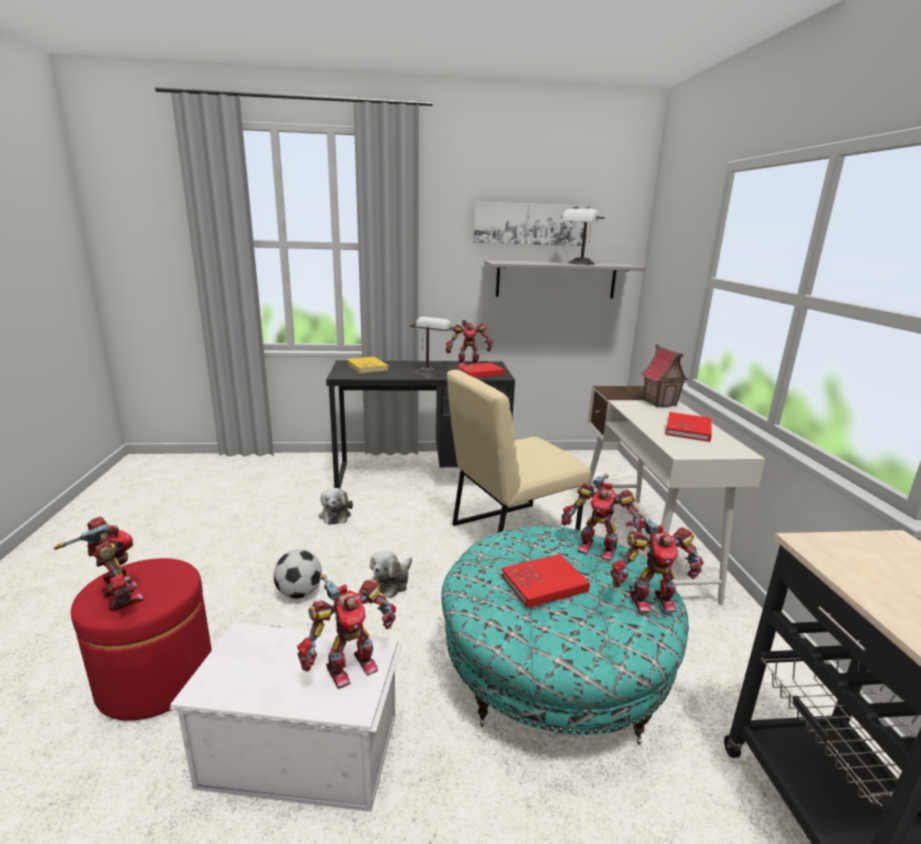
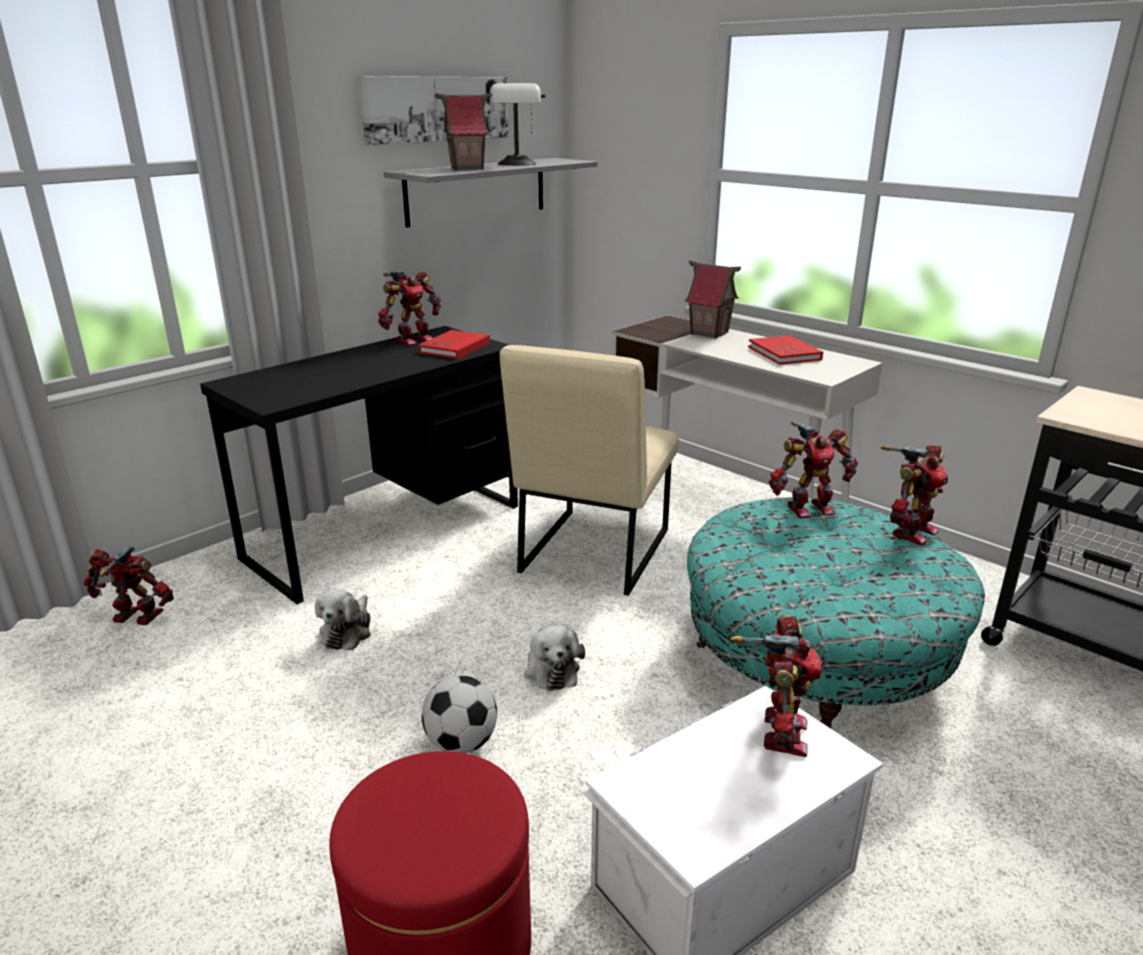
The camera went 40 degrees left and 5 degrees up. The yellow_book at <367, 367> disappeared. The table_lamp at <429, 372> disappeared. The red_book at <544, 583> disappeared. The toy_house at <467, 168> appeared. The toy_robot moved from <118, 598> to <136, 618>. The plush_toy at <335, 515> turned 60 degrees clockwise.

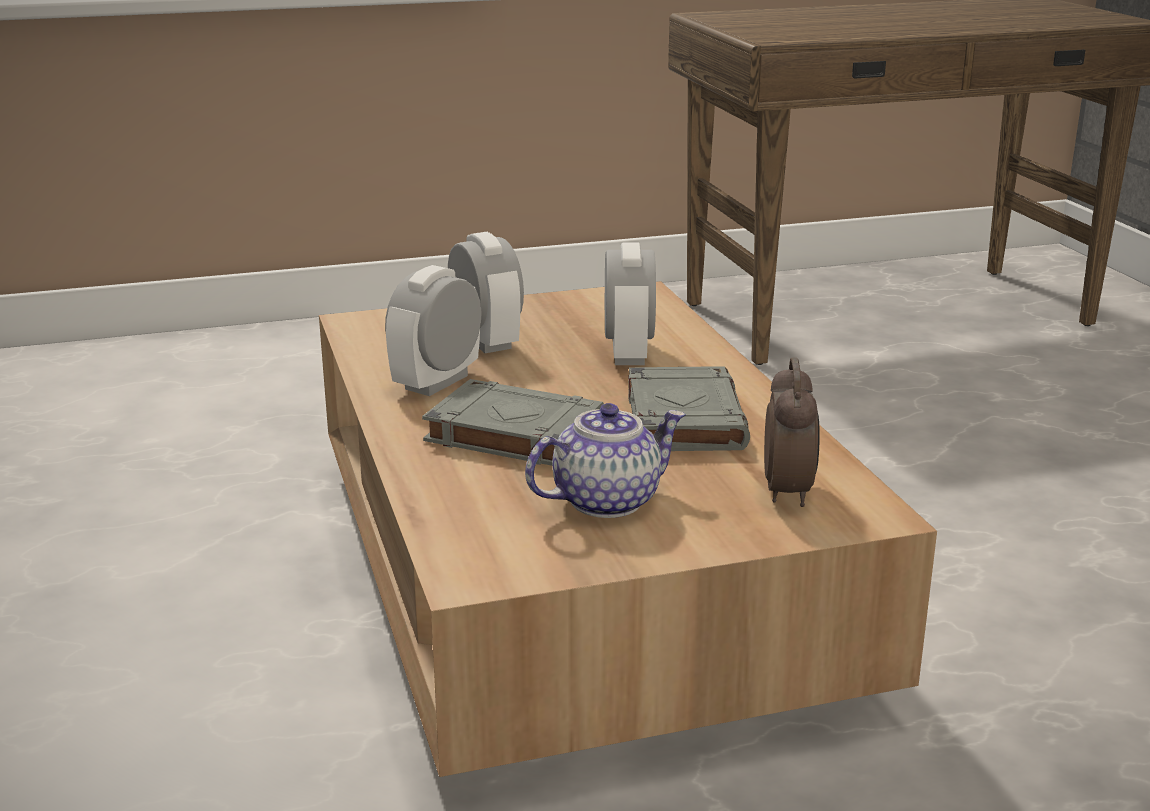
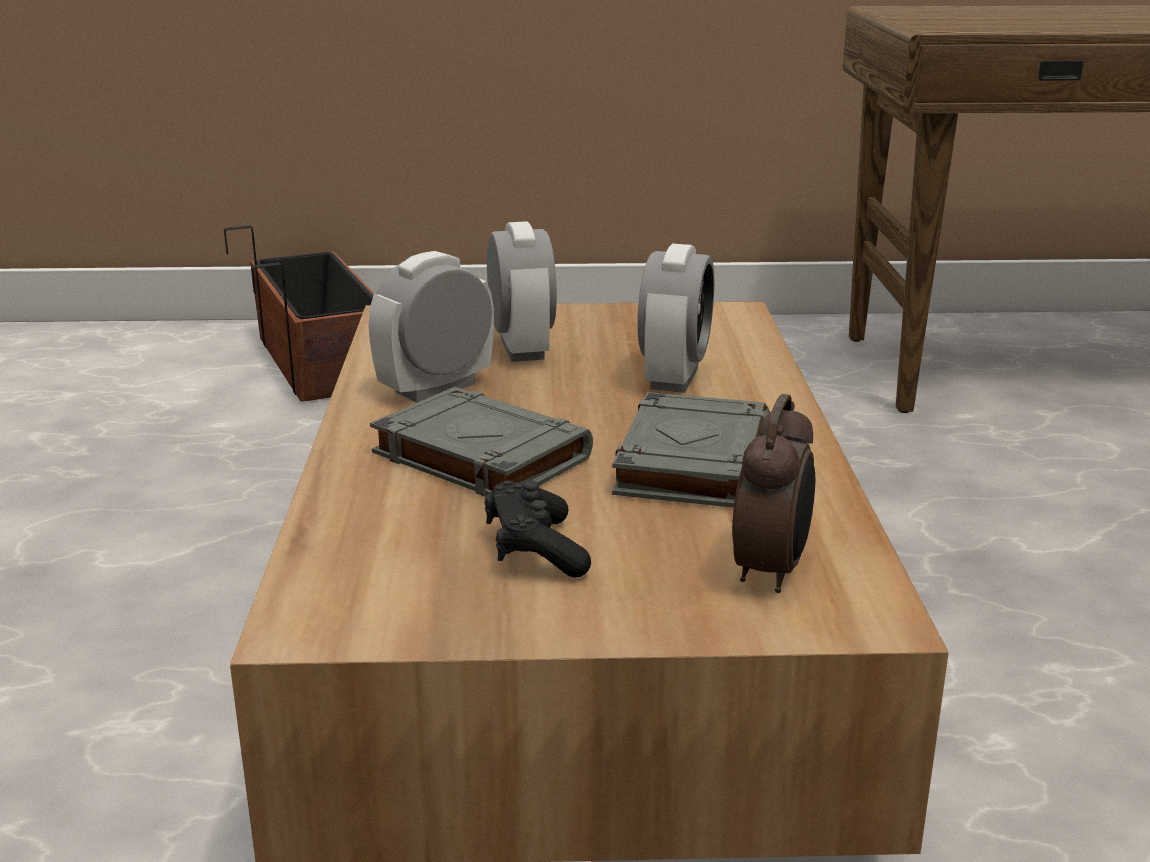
The camera went 15 degrees right and 0 degrees up. The planter at <319, 363> appeared. The teapot at <606, 500> was replaced by the black_game_controller at <535, 550>.

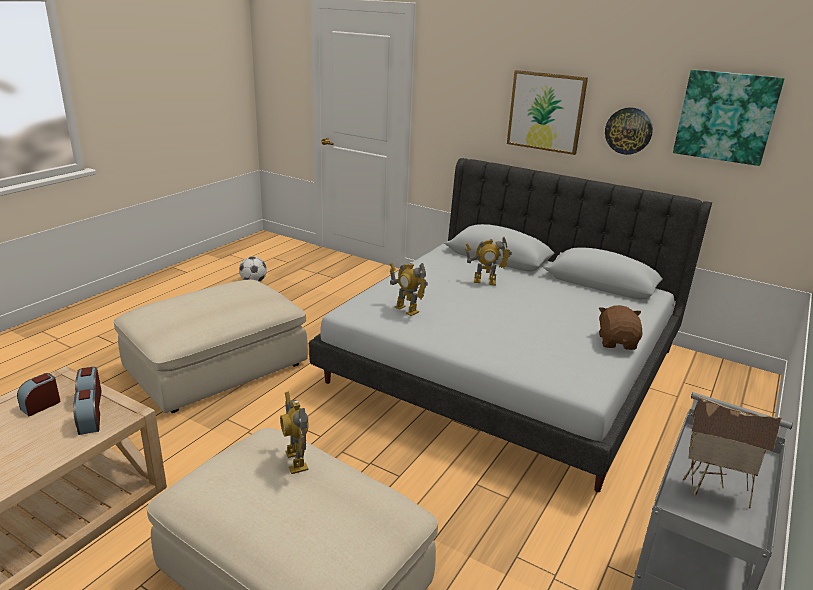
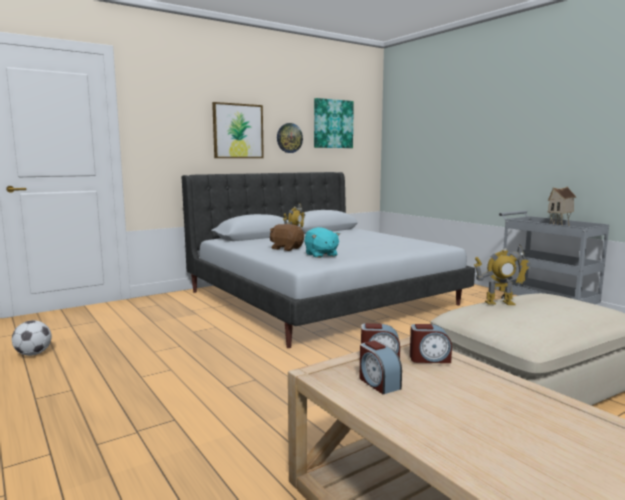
The camera went 65 degrees left and 15 degrees down. The beige_ottoman at <217, 366> disappeared. The brown_plush_toy moved from <617, 342> to <286, 248>. The toy_robot at <406, 310> was replaced by the turquoise_plush_toy at <321, 255>.

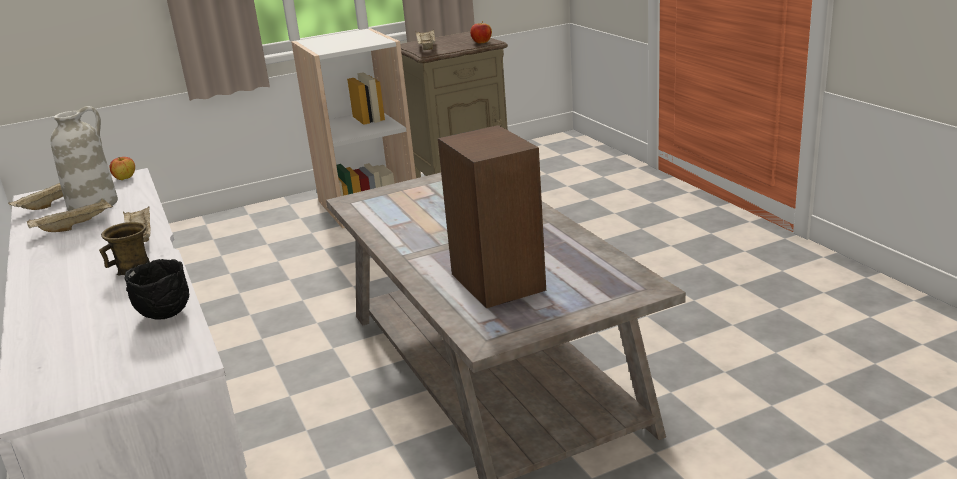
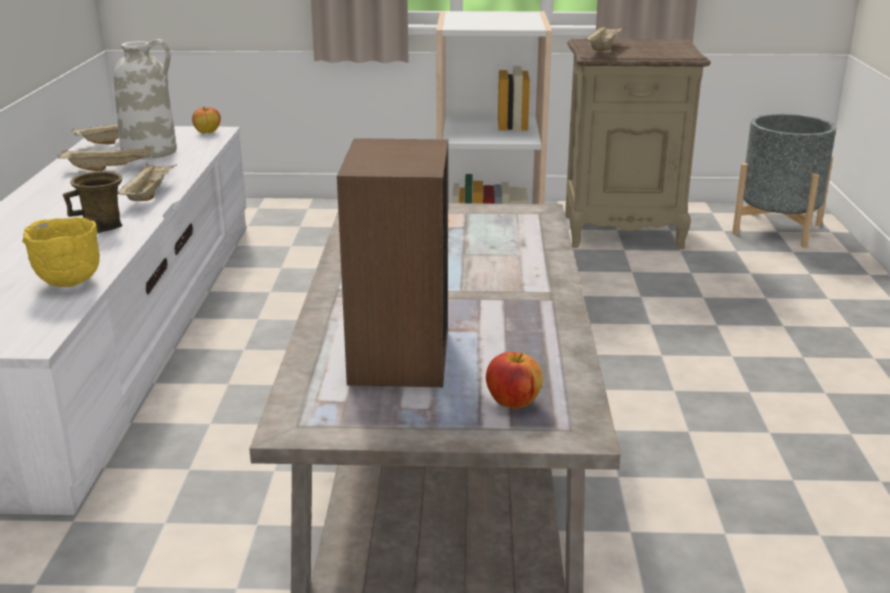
The camera went 25 degrees right and 0 degrees up. The grey_planter at <777, 229> appeared. The apple moved from <481, 42> to <513, 402>. The black_bowl at <164, 316> became the yellow_bowl at <68, 283>.

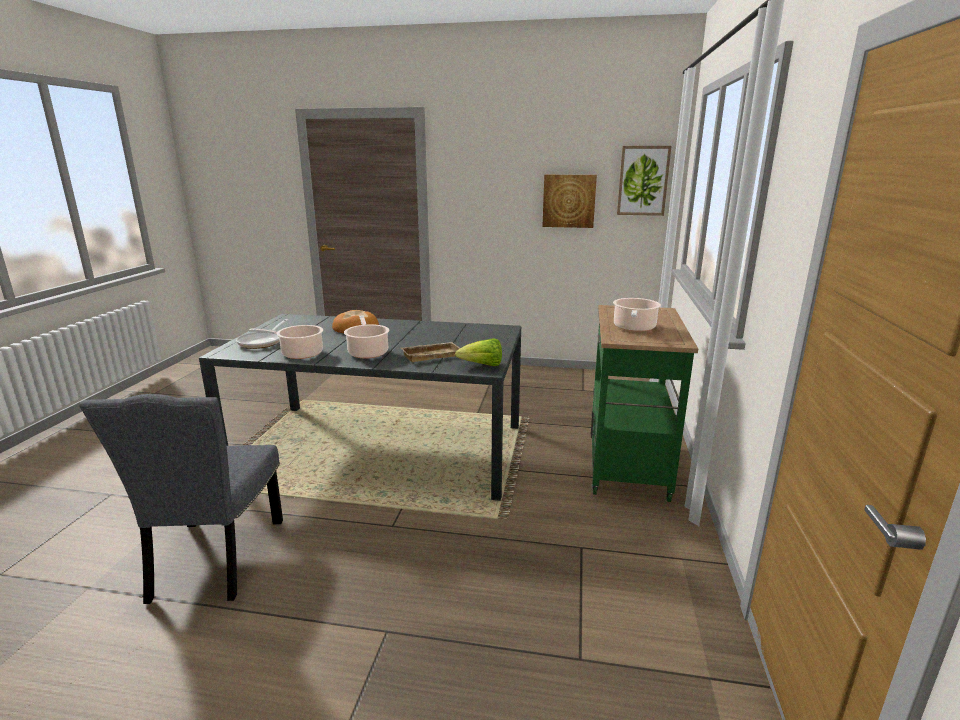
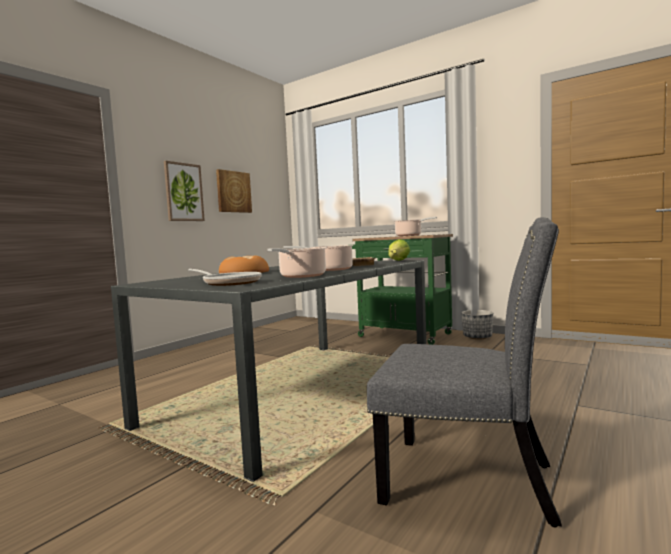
The camera went 65 degrees left and 15 degrees down. The planter at <477, 337> appeared. The picture moved from <643, 181> to <183, 192>.

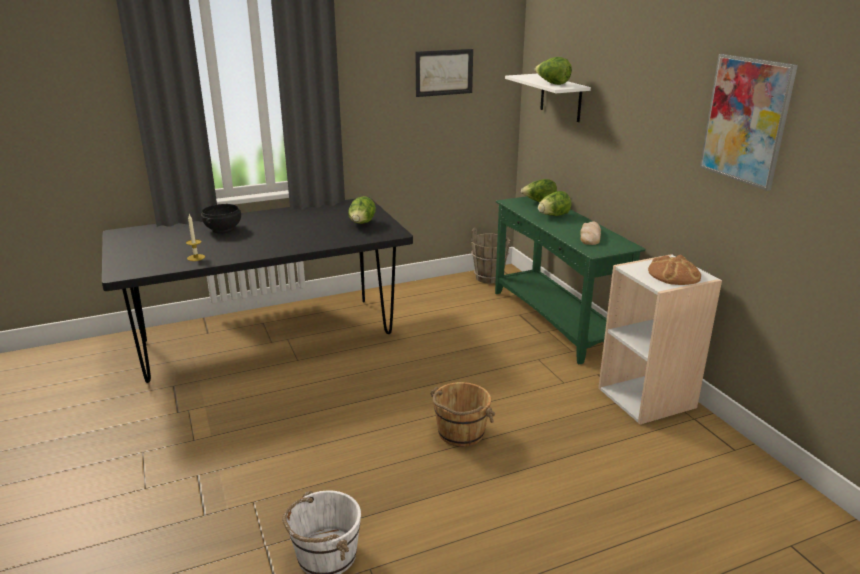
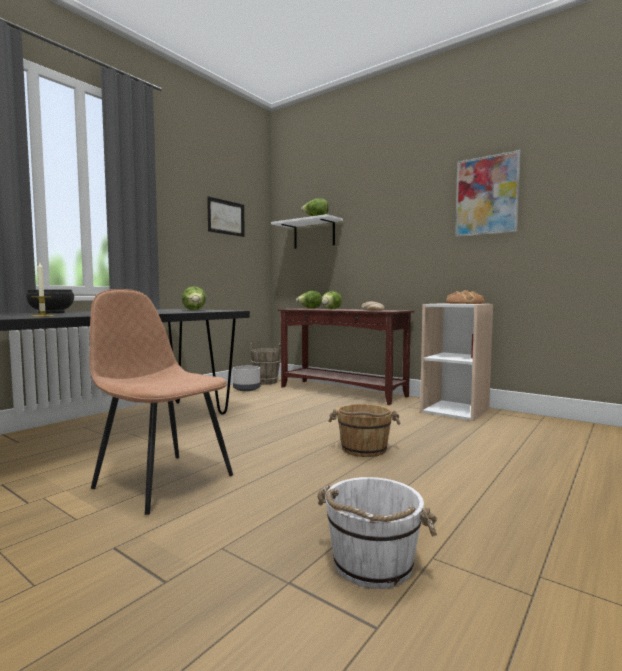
The camera went 30 degrees left and 20 degrees down. The brown_chair at <162, 481> appeared. The grey_planter at <247, 389> appeared. The green_console_table at <556, 321> became the brown_console_table at <342, 391>.

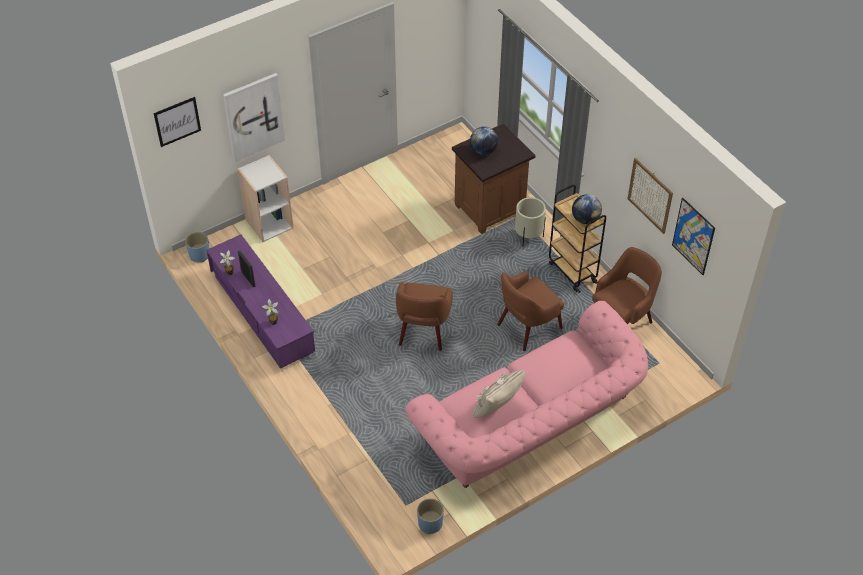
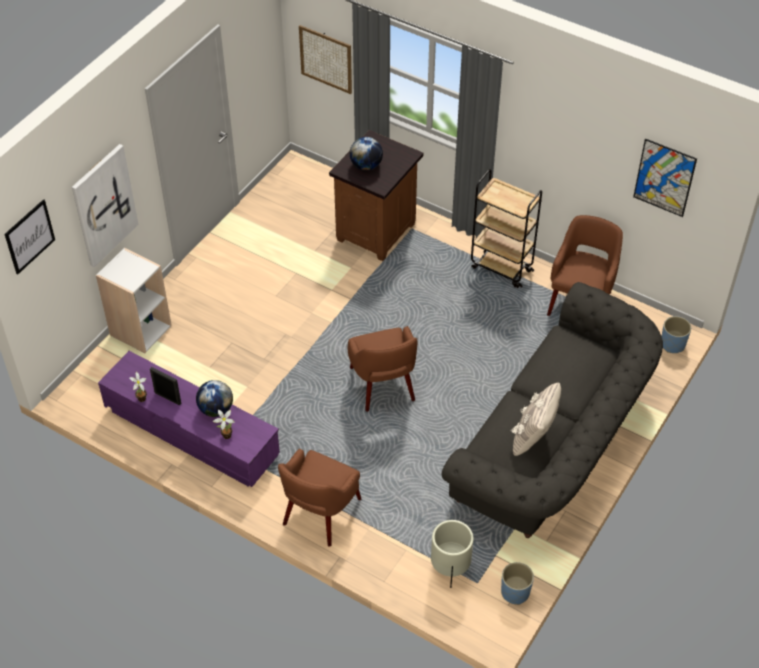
The camera went 25 degrees left and 0 degrees up. The blue_planter moved from <199, 255> to <673, 344>. The brown_armchair moved from <528, 327> to <320, 513>. The beige_planter moved from <528, 237> to <450, 569>. The globe moved from <585, 219> to <216, 409>. The picture moved from <650, 194> to <326, 58>. The pink_sofa at <531, 424> became the grey_sofa at <555, 443>.

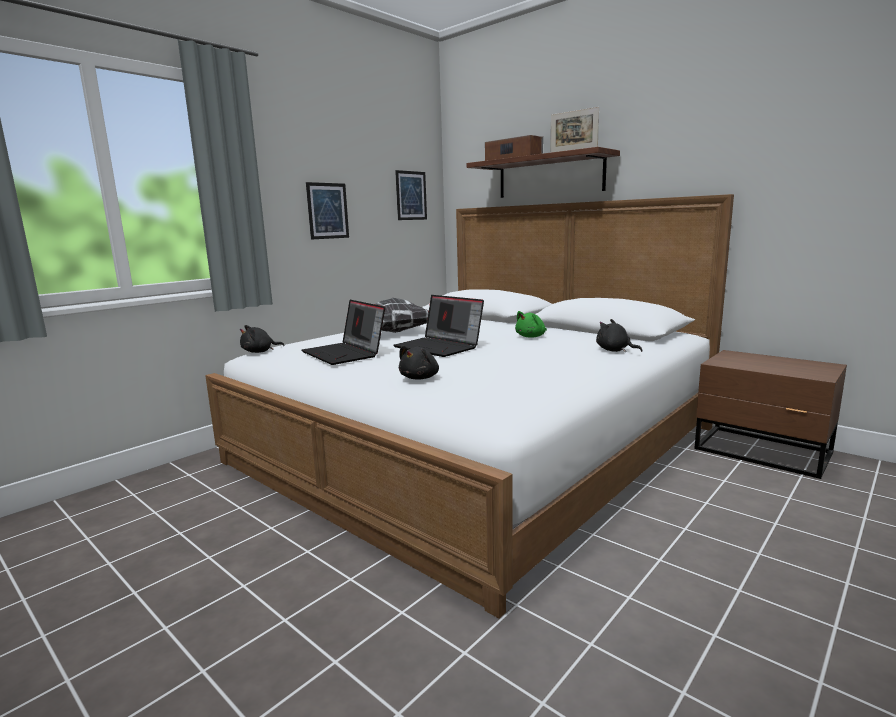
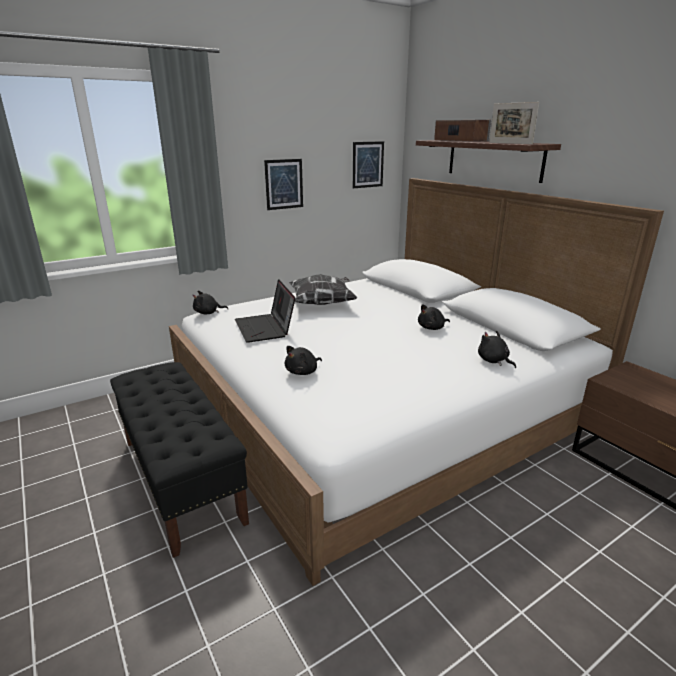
The camera went 15 degrees right and 10 degrees up. The laptop at <440, 347> disappeared. The black_bench at <182, 480> appeared. The green_plush_toy at <531, 337> became the black_plush_toy at <432, 328>.

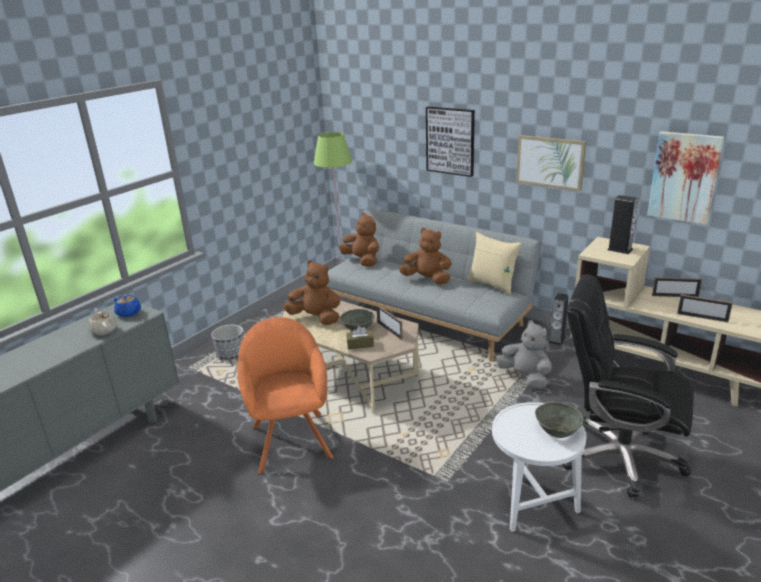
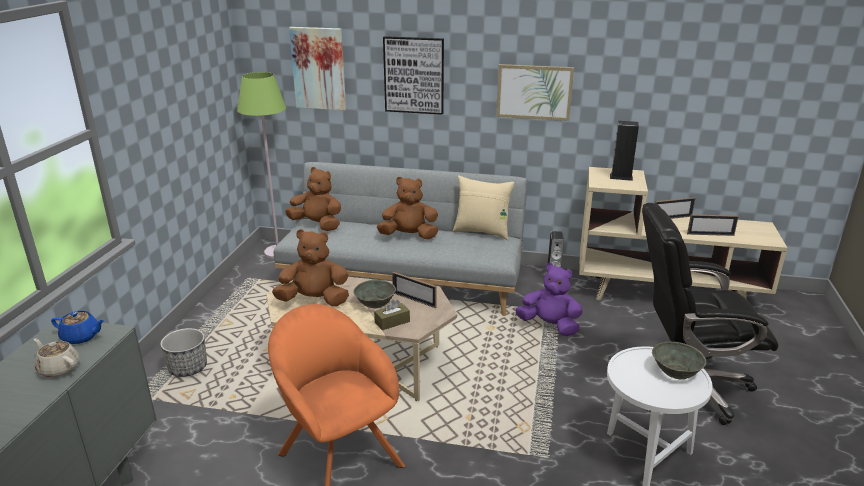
The camera went 25 degrees left and 0 degrees up. The picture moved from <684, 177> to <319, 68>. The grey_plush_toy at <525, 377> became the purple_plush_toy at <549, 326>.

